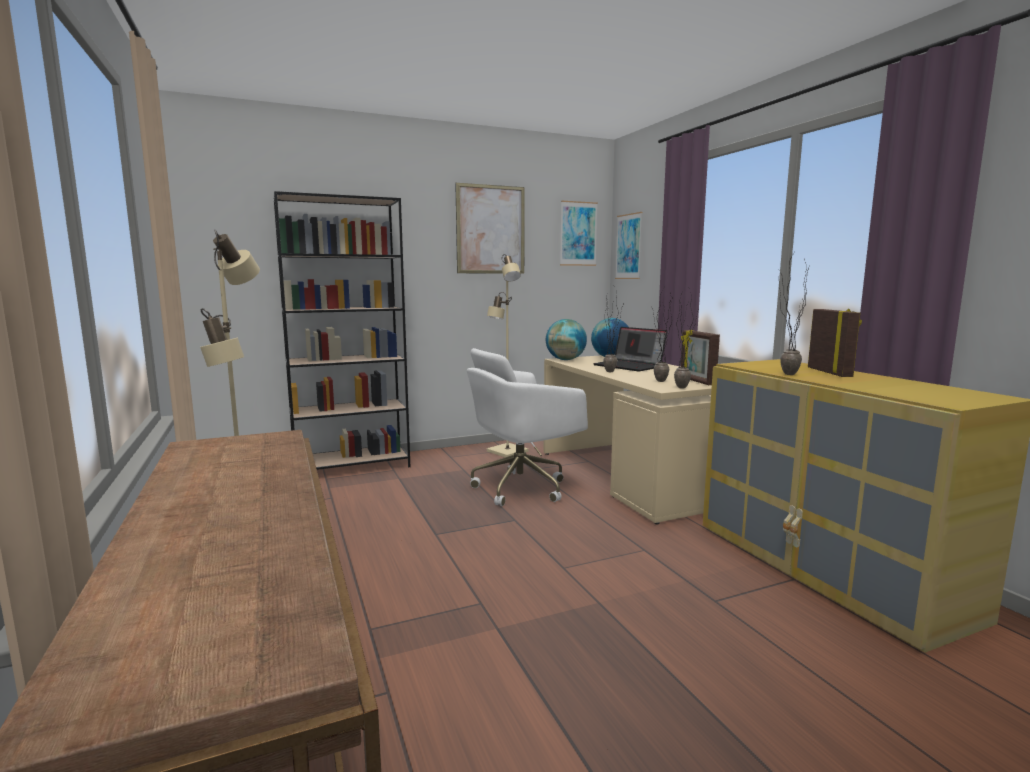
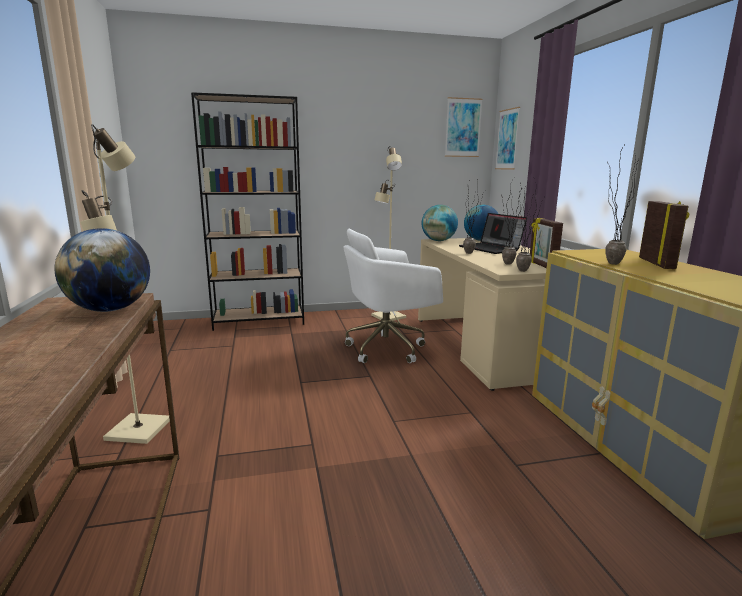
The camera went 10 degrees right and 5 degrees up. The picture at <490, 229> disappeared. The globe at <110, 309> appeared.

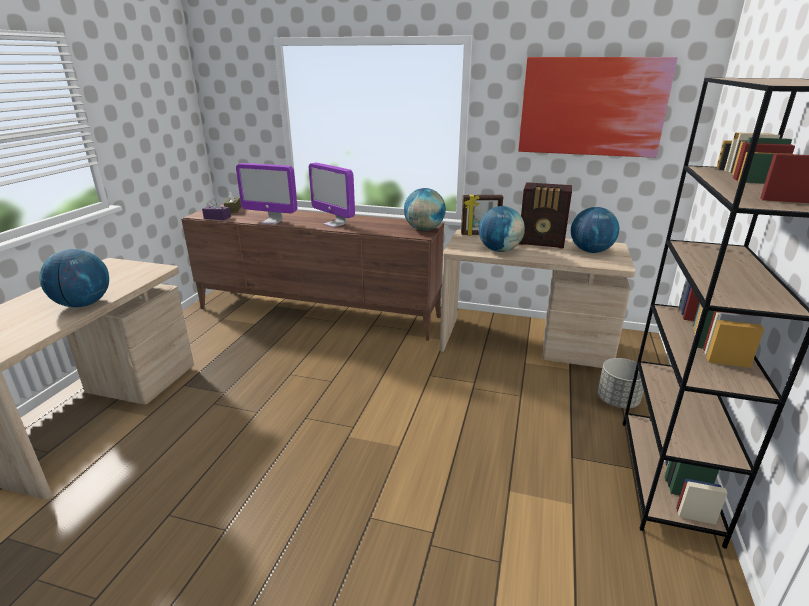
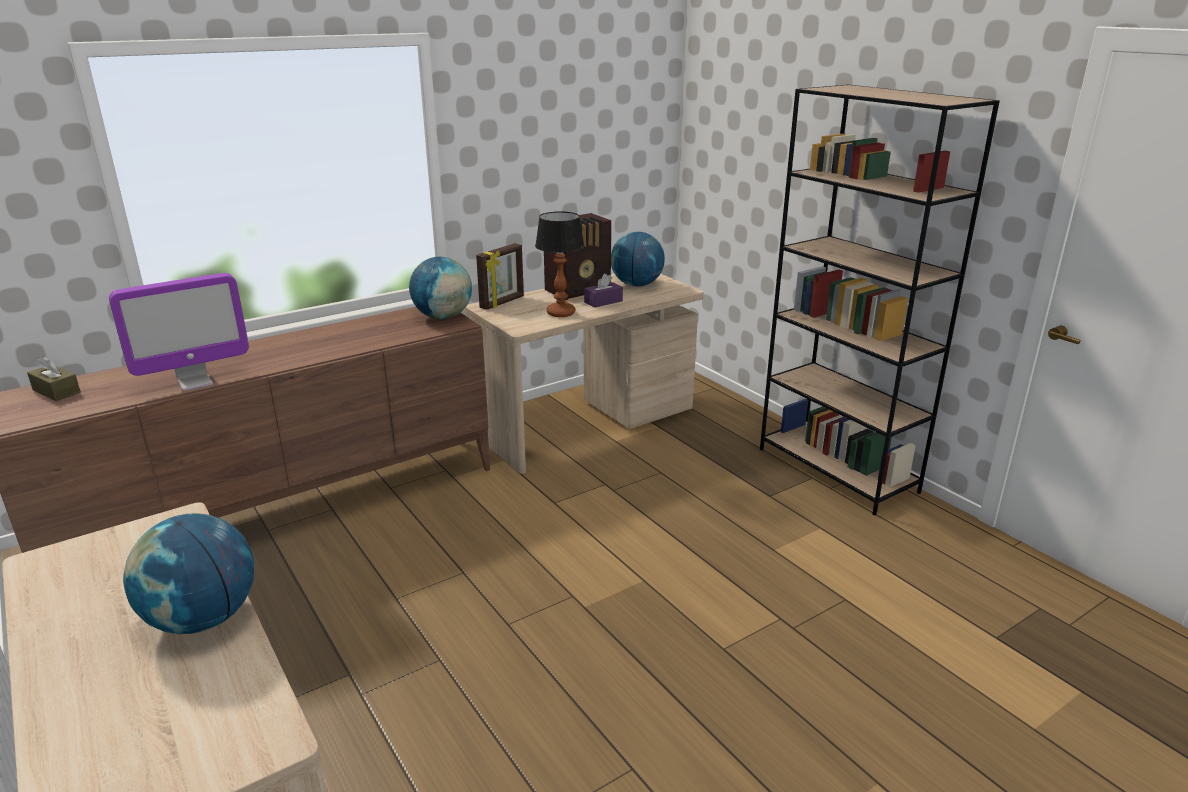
The camera went 50 degrees left and 0 degrees up. The monitor at <334, 224> disappeared. The picture at <591, 107> disappeared. The grey_planter at <617, 401> disappeared. The purple_tissue_box moved from <217, 217> to <603, 302>. The globe at <499, 250> was replaced by the table_lamp at <561, 313>.

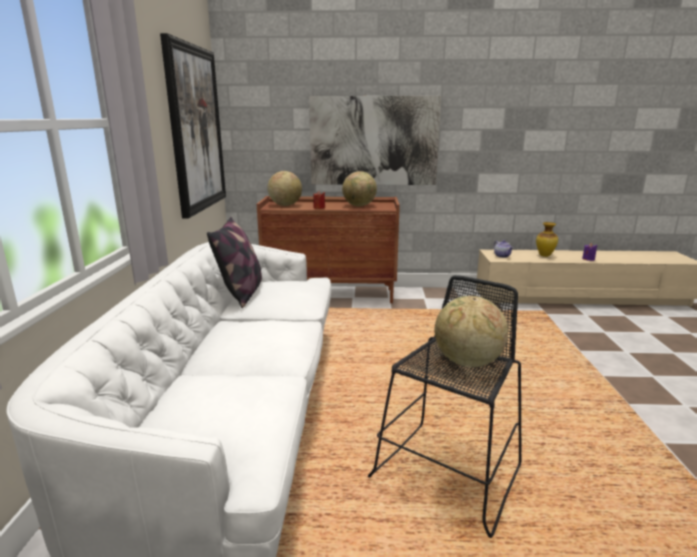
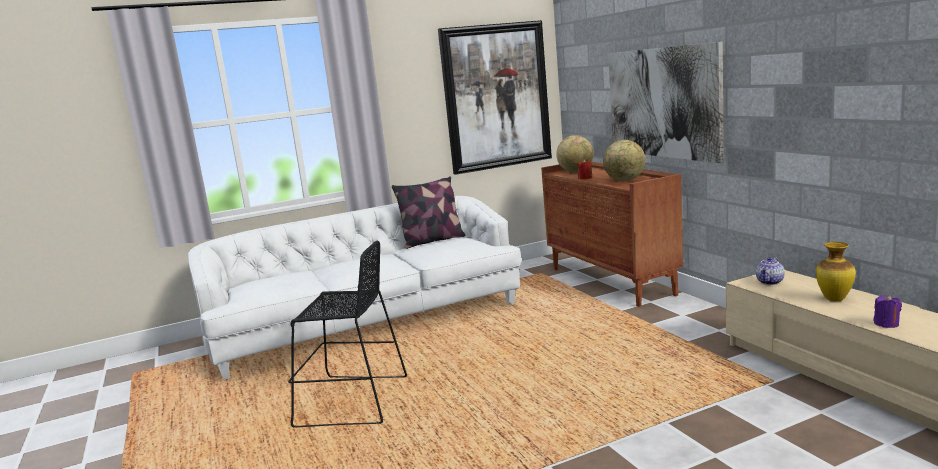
The camera went 65 degrees right and 5 degrees down. The globe at <467, 362> disappeared.

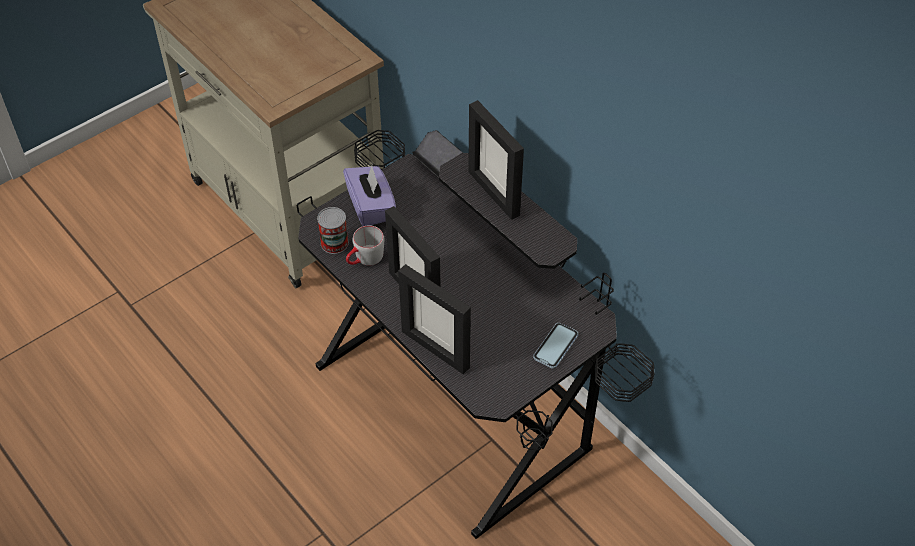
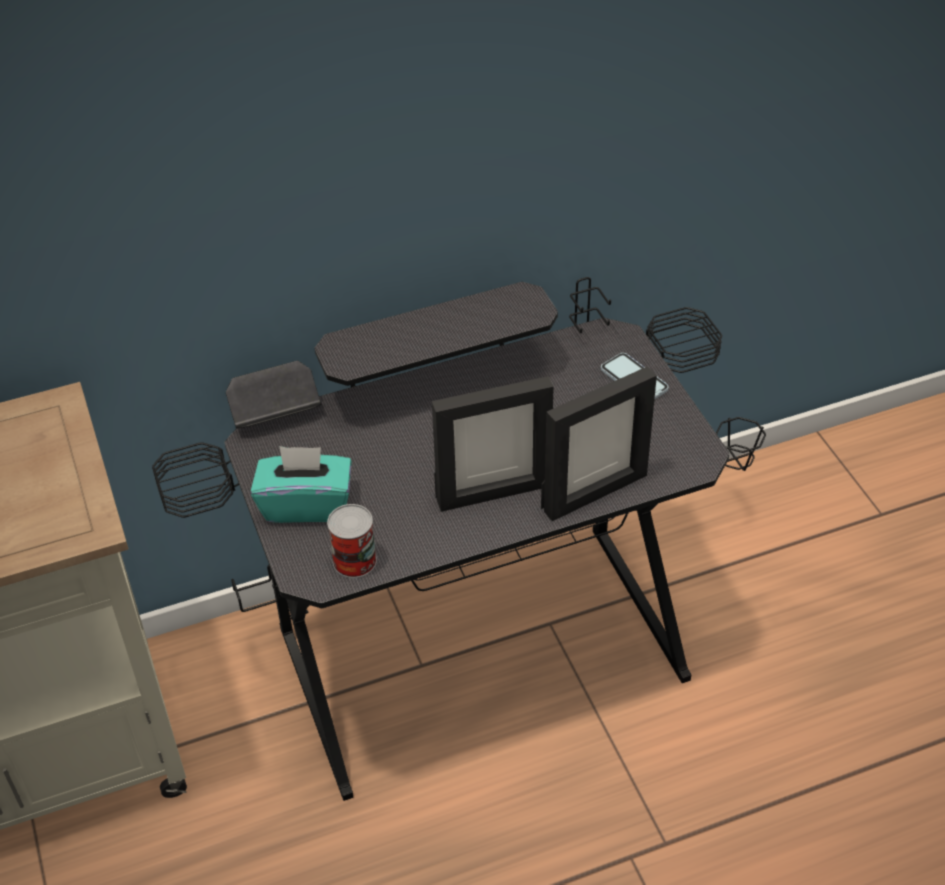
The camera went 70 degrees left and 5 degrees down. The grey_mug at <364, 259> disappeared. The picture_frame at <495, 192> disappeared. The purple_tissue_box at <371, 207> became the turquoise_tissue_box at <306, 504>.

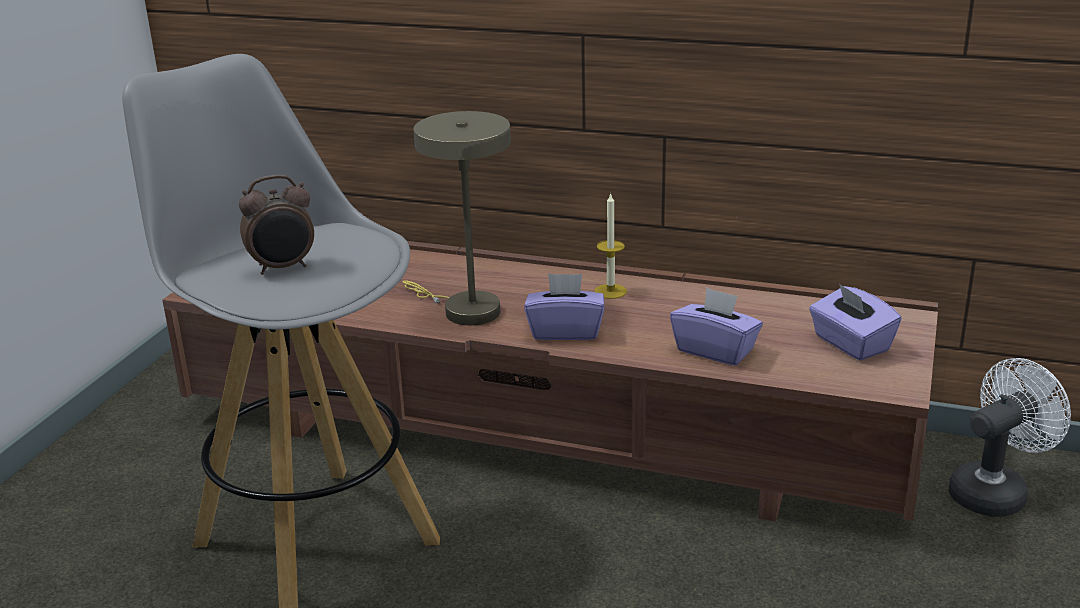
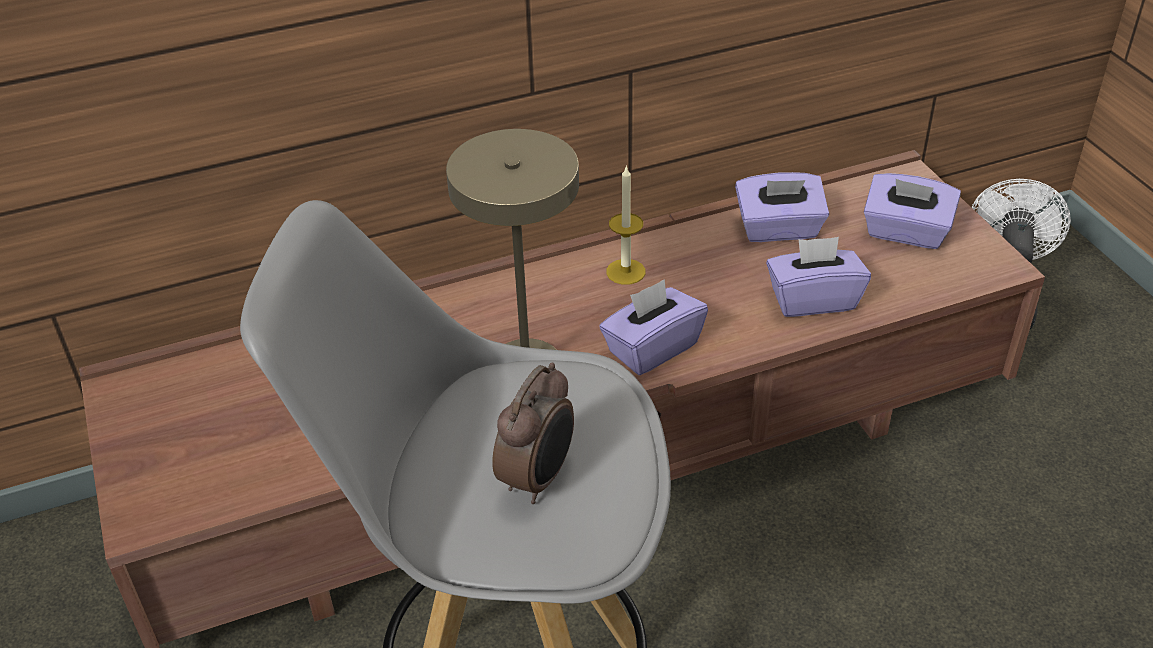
The camera went 40 degrees left and 15 degrees up. The purple_tissue_box at <779, 229> appeared.

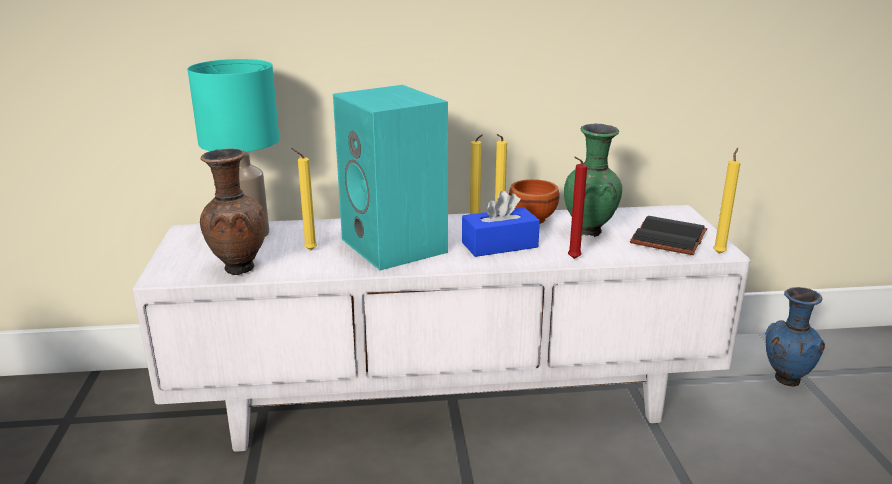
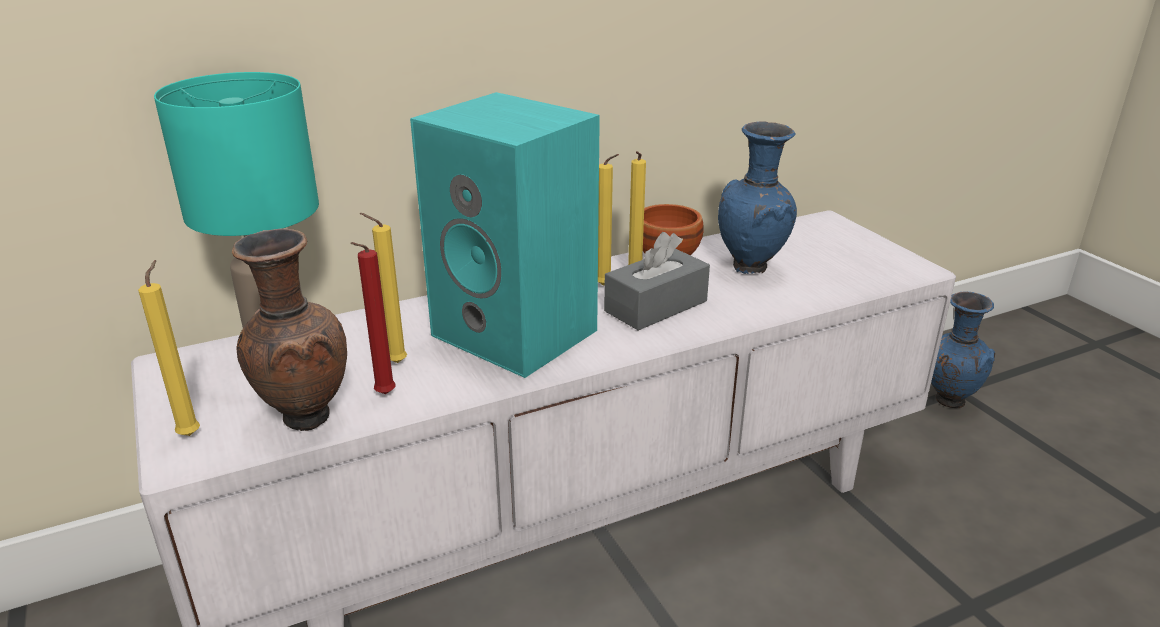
The camera went 20 degrees left and 5 degrees up. The black_book at <670, 239> disappeared. The red_candle moved from <572, 259> to <382, 396>. The yellow_candle moved from <719, 253> to <191, 433>. The blue_tissue_box at <499, 245> became the grey_tissue_box at <656, 306>. The green_vase at <590, 233> became the blue_vase at <752, 268>.

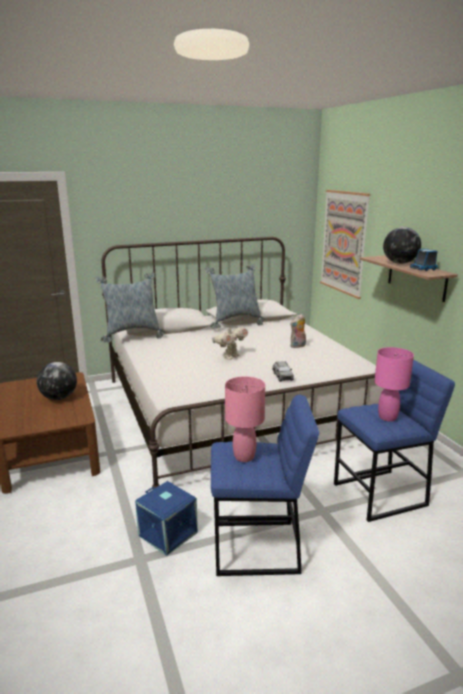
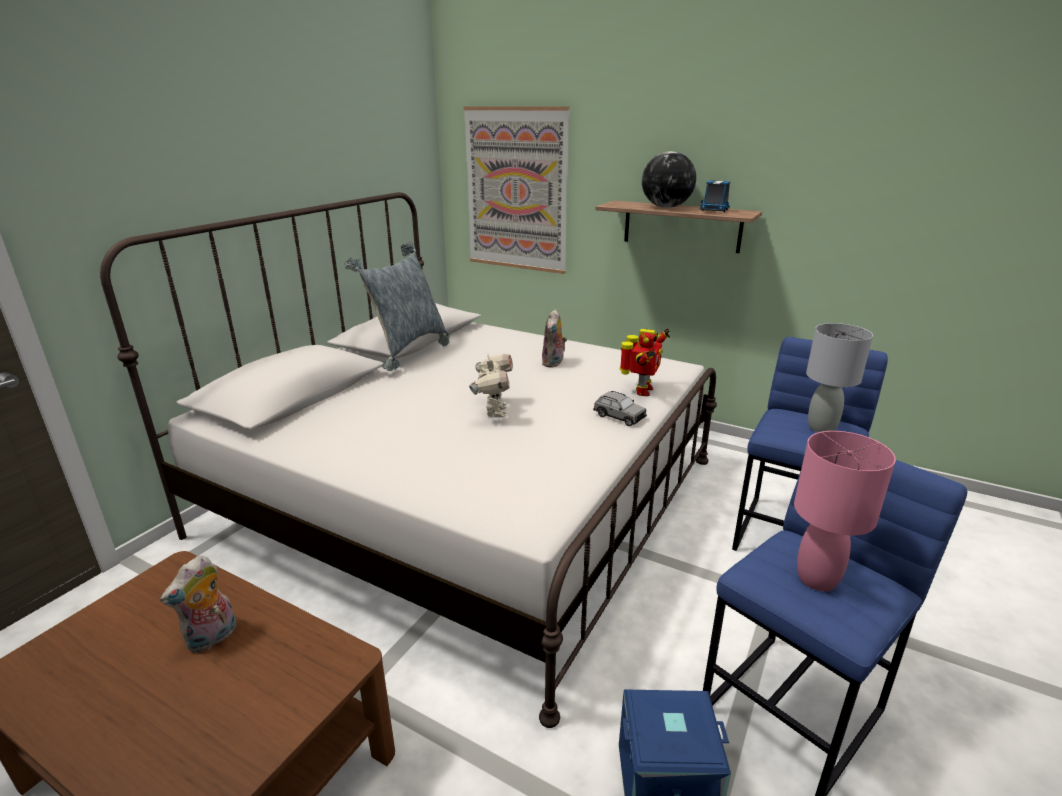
The camera went 40 degrees left and 5 degrees up. The pillow at <131, 338> disappeared. The toy_robot at <641, 391> appeared. The globe at <59, 397> was replaced by the plush_toy at <212, 638>. The pink_table_lamp at <387, 417> became the grey_table_lamp at <822, 428>.

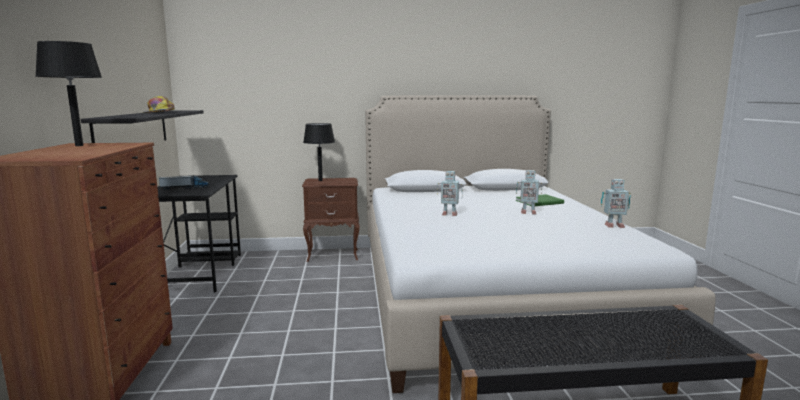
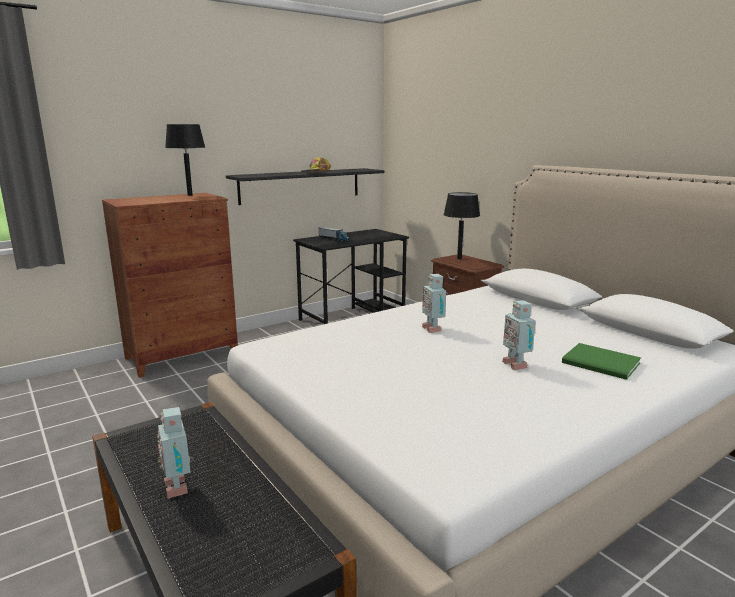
The camera went 60 degrees right and 5 degrees up. The toy_robot moved from <613, 226> to <179, 486>.

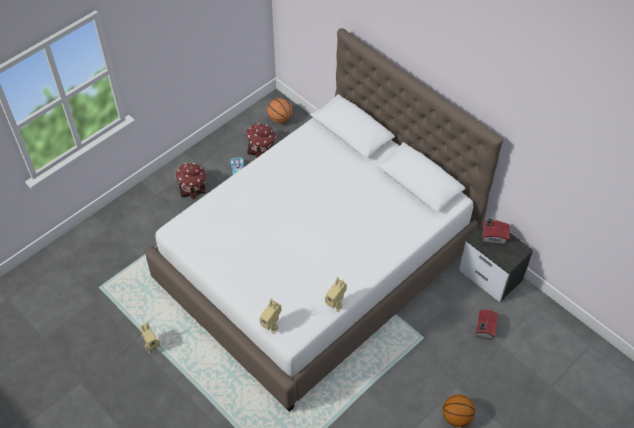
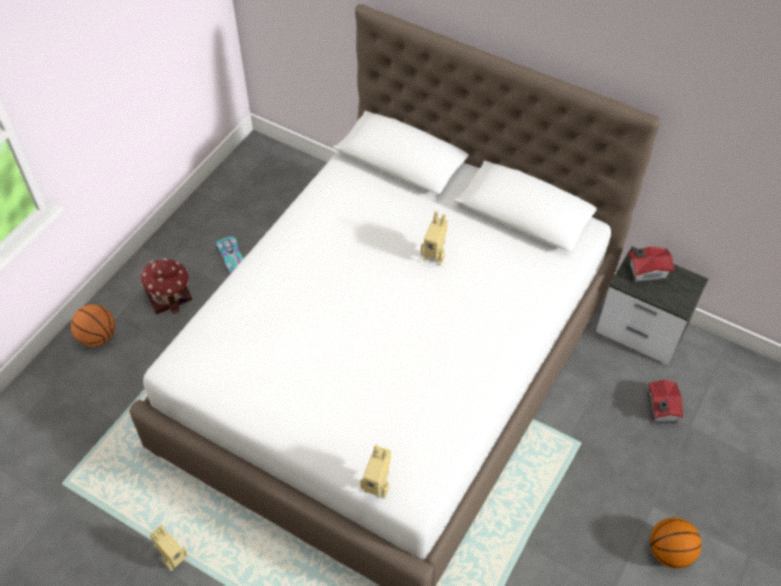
The camera went 15 degrees left and 0 degrees up. The toy_house at <261, 147> disappeared. The basketball moved from <280, 119> to <98, 337>. The toy_robot moved from <336, 304> to <435, 256>.

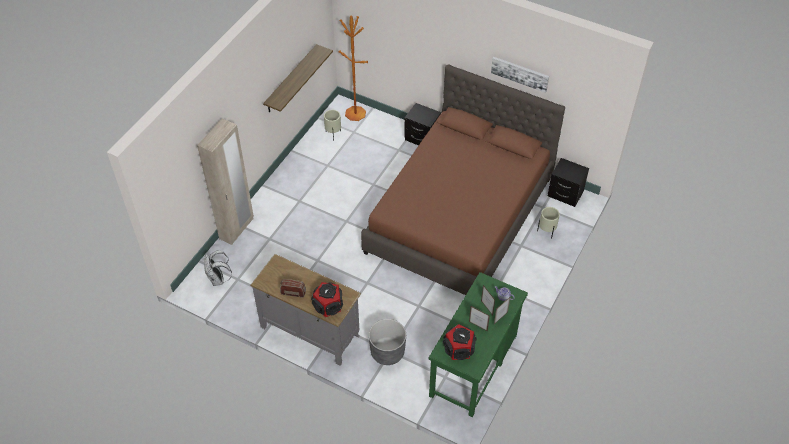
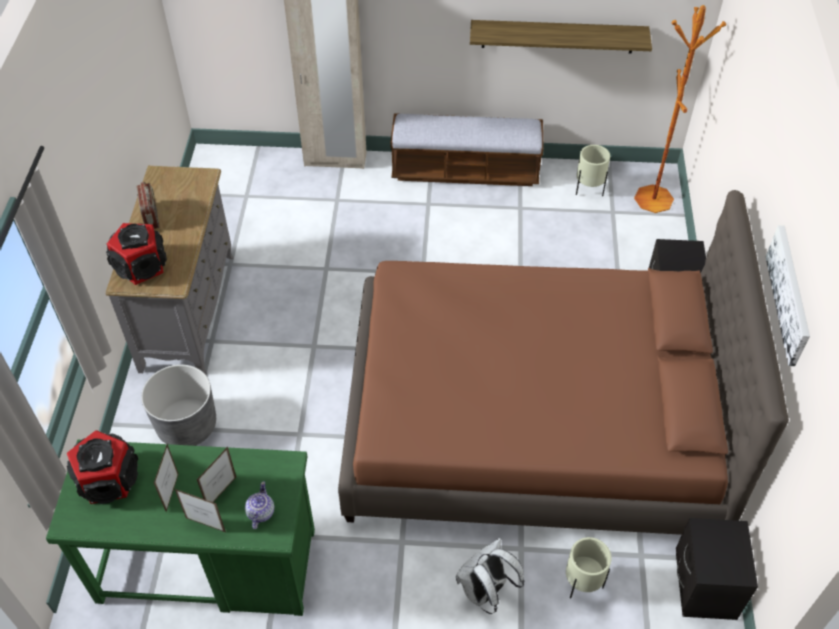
The camera went 65 degrees right and 0 degrees up. The bench at <465, 171> appeared. The white_backpack moved from <218, 279> to <485, 591>.

